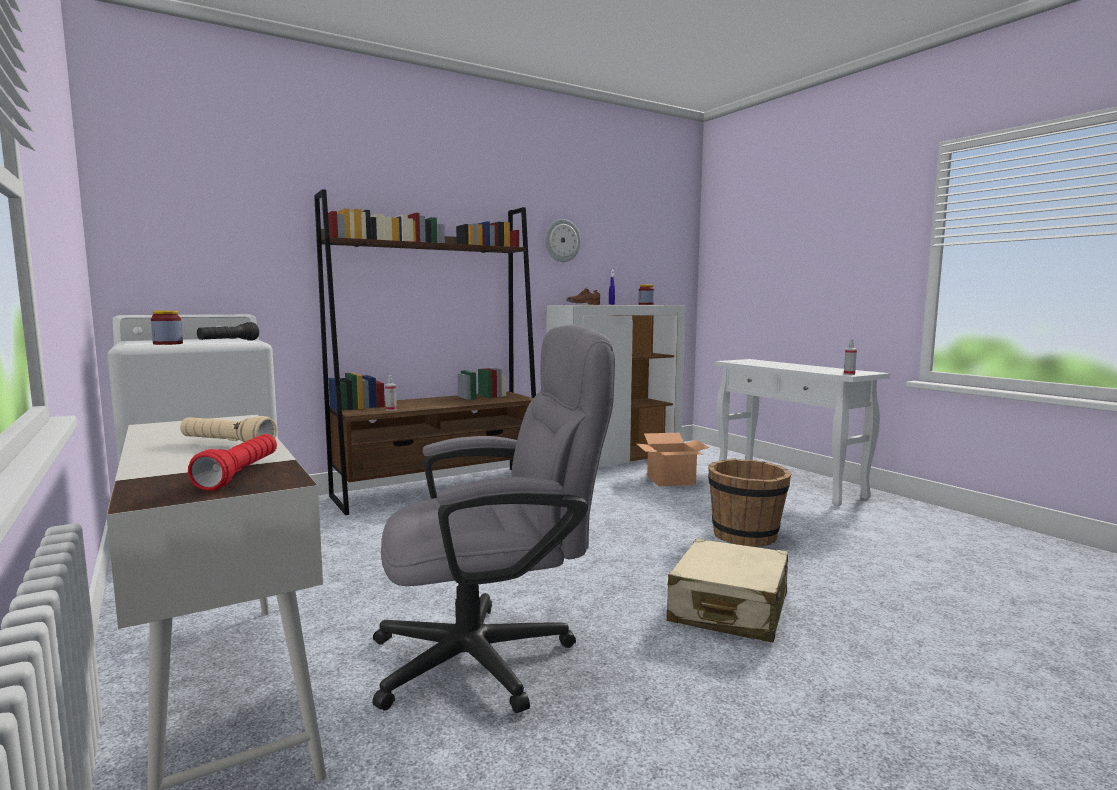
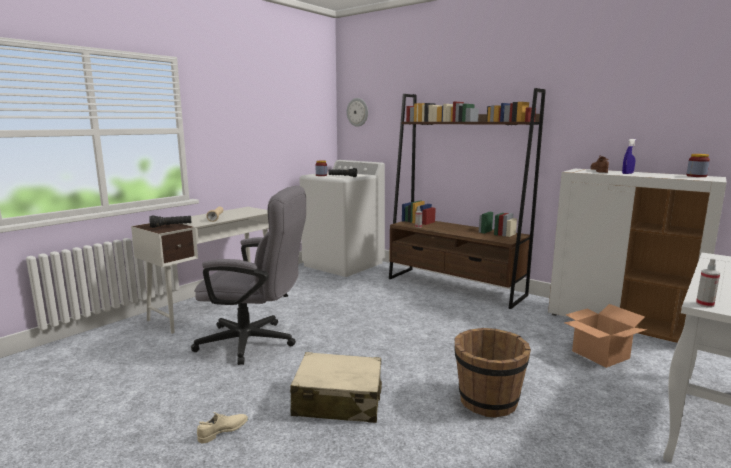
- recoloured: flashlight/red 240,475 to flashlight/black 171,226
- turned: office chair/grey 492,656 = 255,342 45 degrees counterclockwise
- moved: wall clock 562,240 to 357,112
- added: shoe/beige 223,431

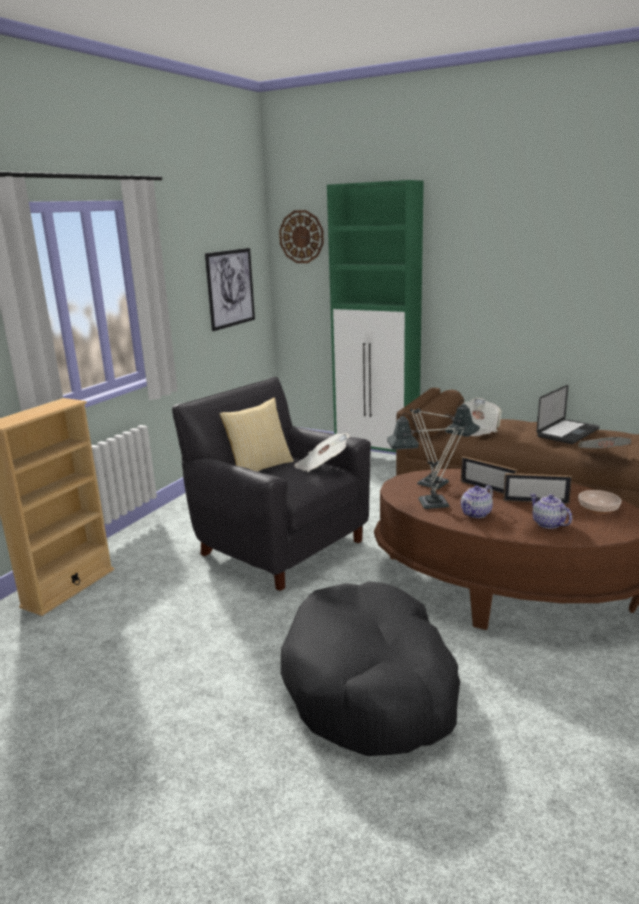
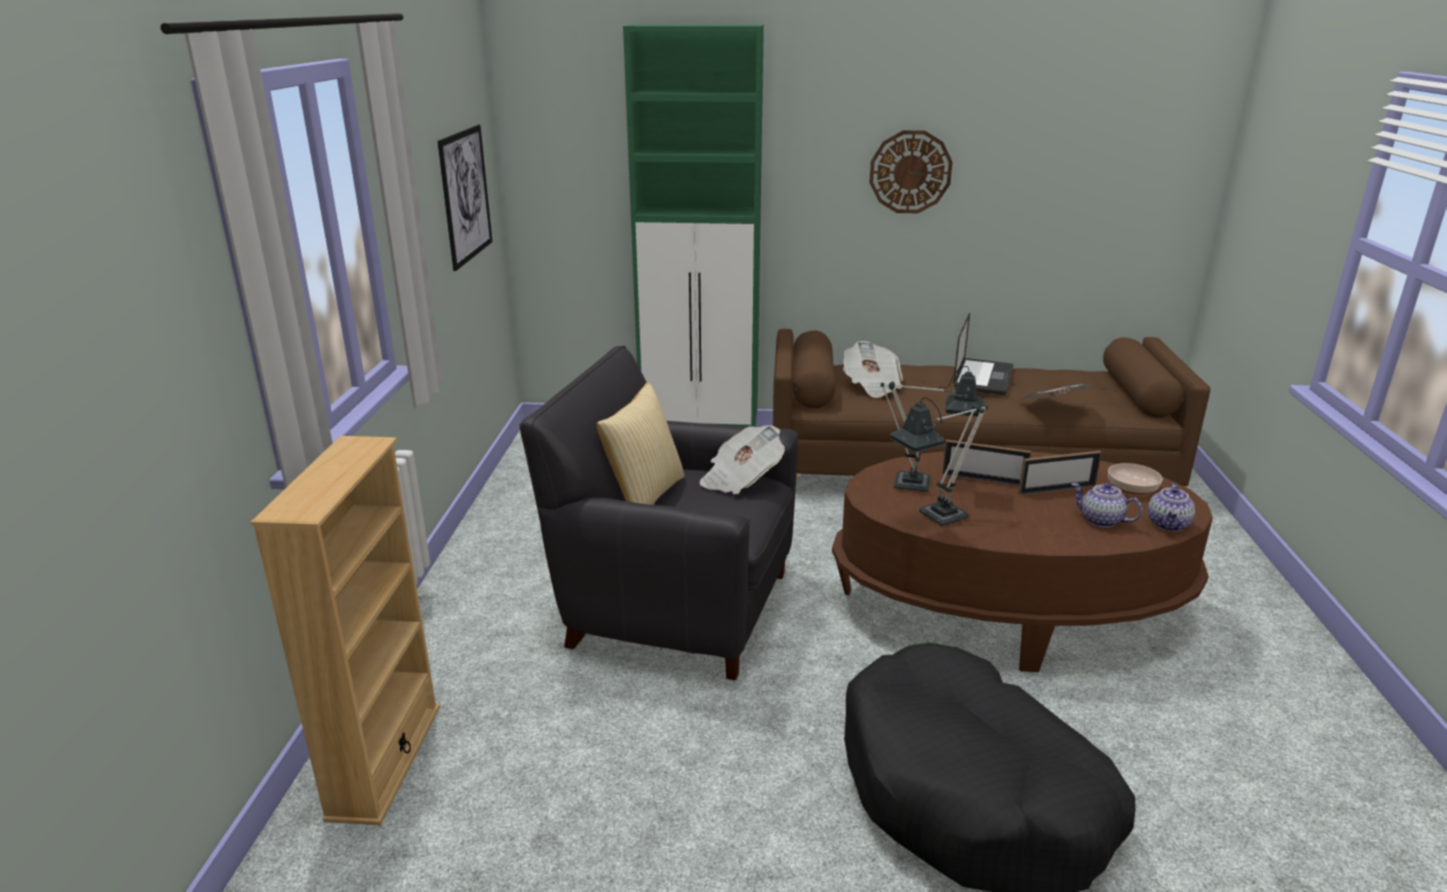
- moved: wall clock 301,236 to 910,172
- moved: teapot 476,514 to 1168,525

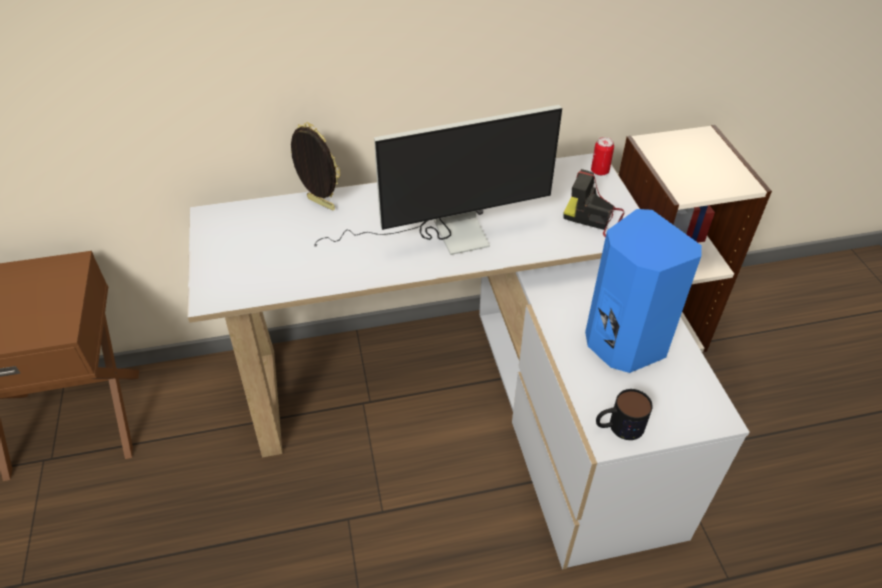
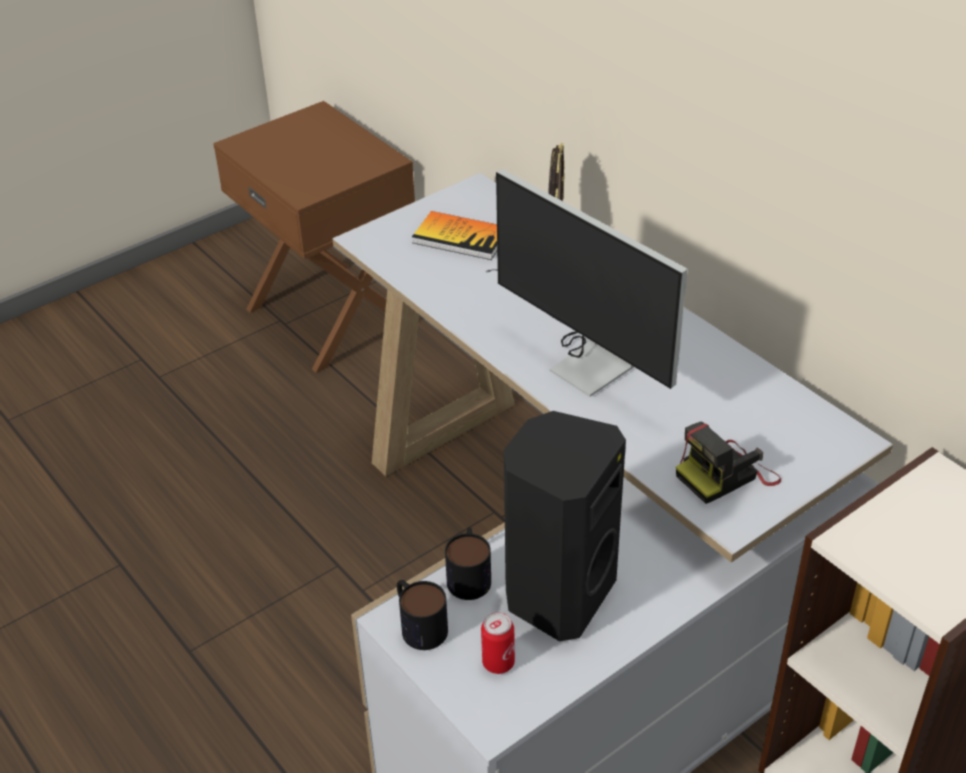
- turned: photo camera 595,219 = 726,474 120 degrees counterclockwise
- recoloured: speaker/blue 621,344 to speaker/black 557,594
- moved: can 599,171 to 498,663
- added: book 461,237
- added: mug 469,574

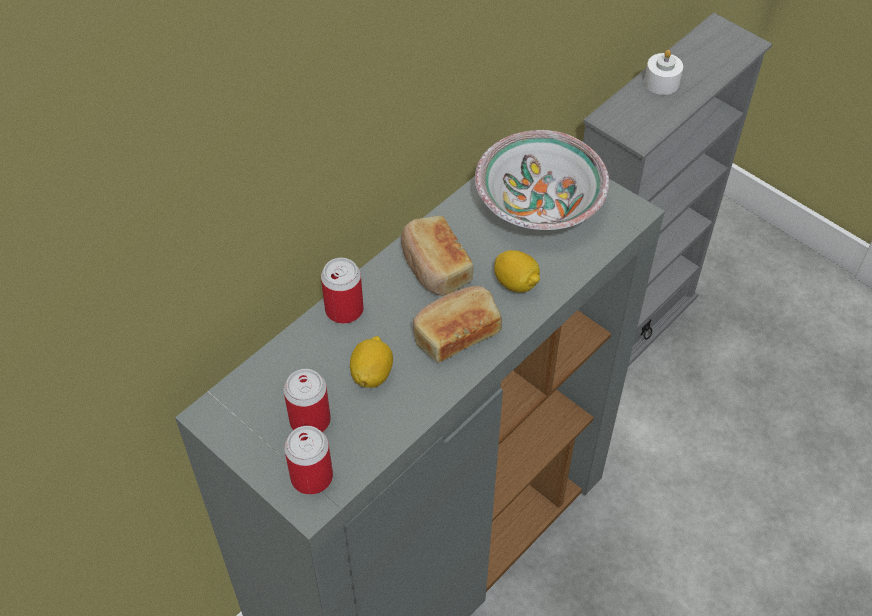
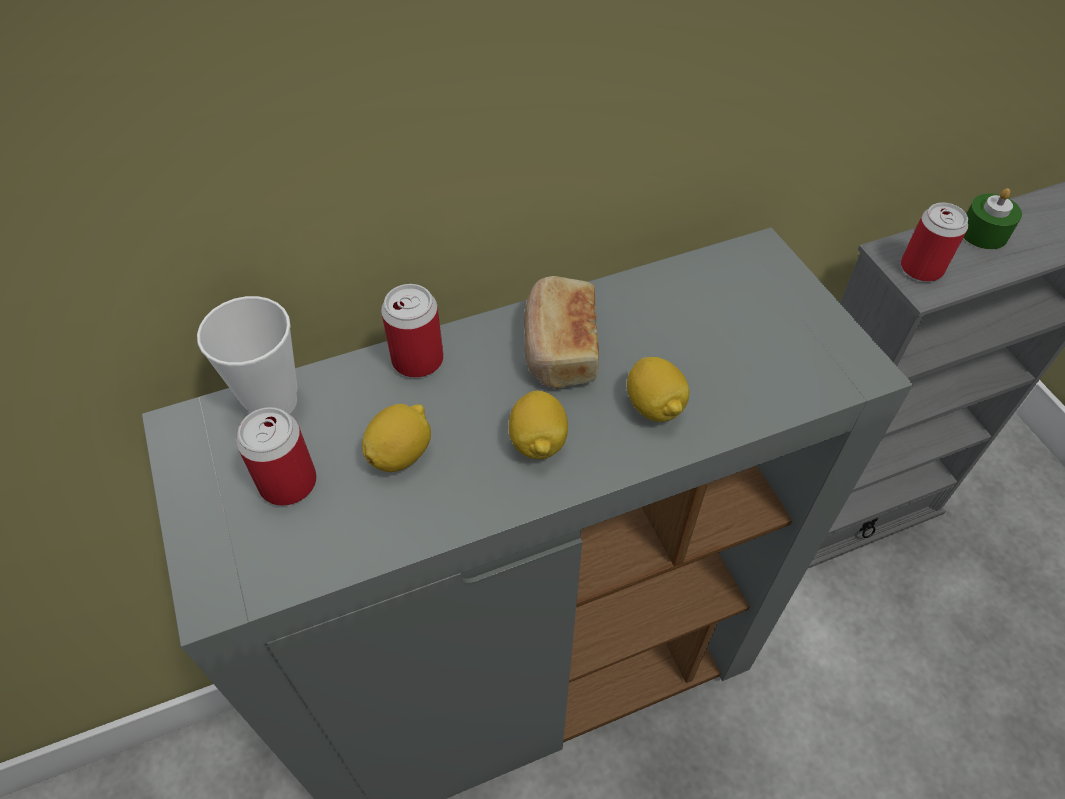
- moved: can 311,477 to 921,268
- replaced: bread 455,333 to lemon 538,441
- removed: bowl 539,202
- recoloured: candle/white 661,82 to candle/green 983,233
- added: cup 272,402

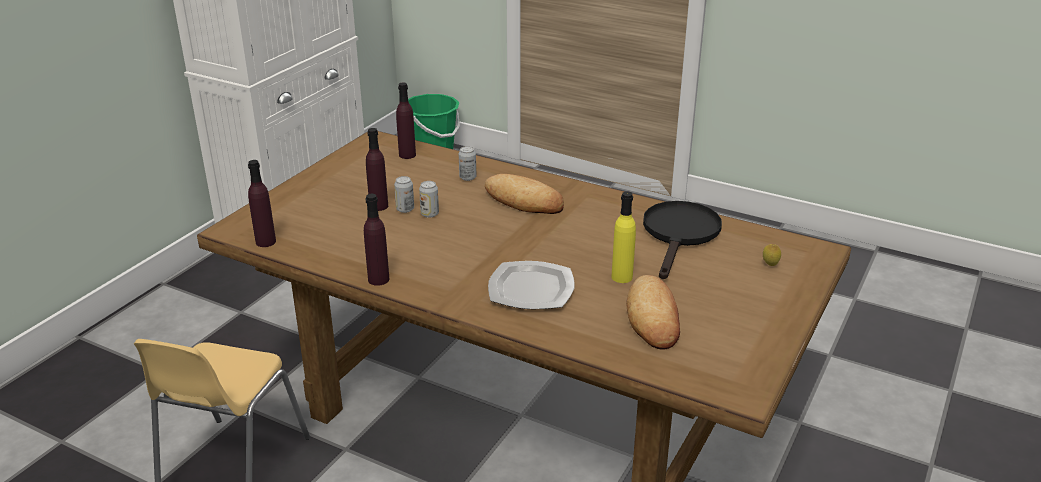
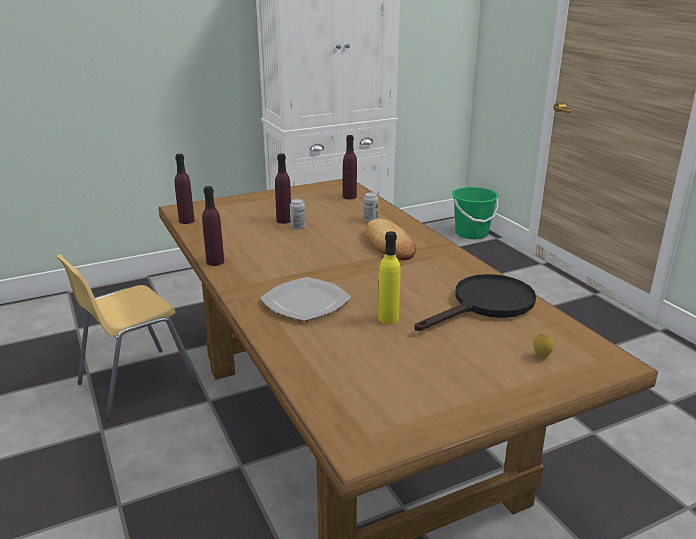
- removed: can 429,214
- removed: bread 653,318

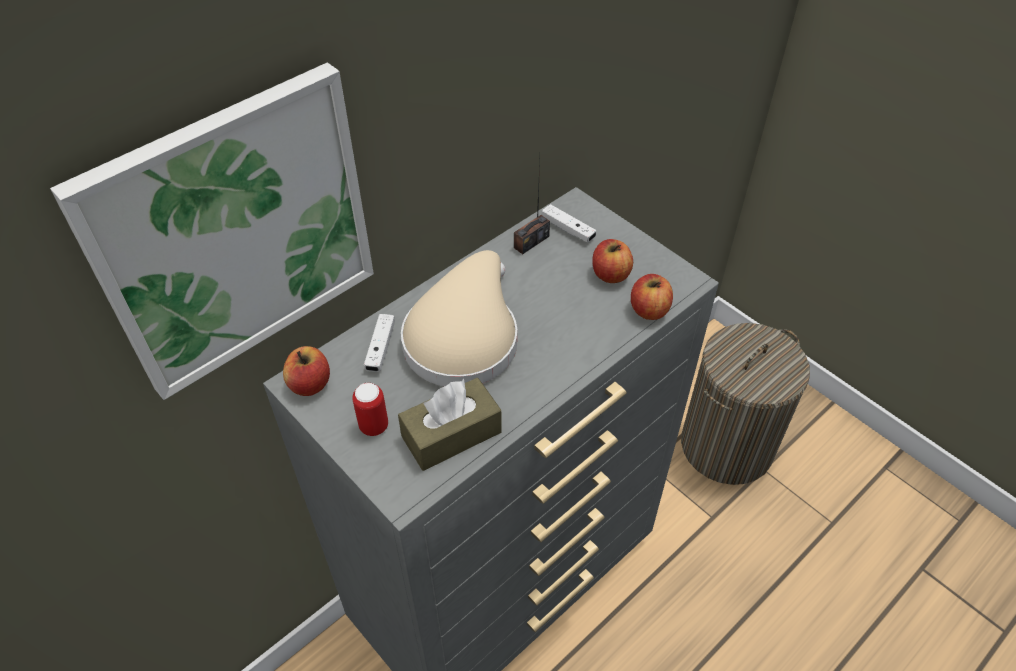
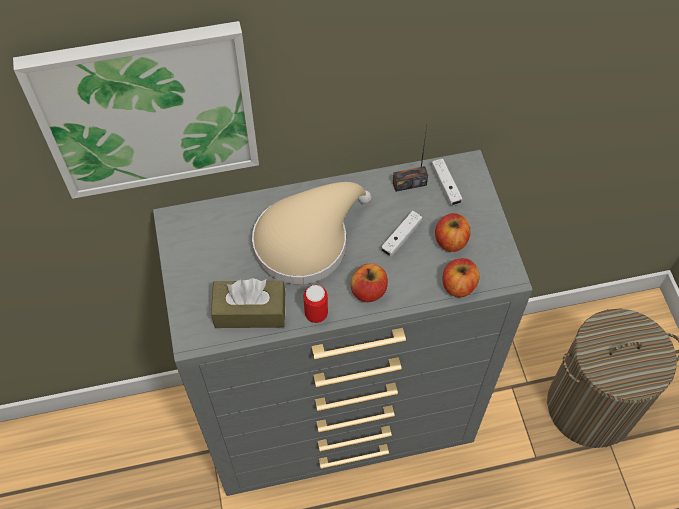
- moved: apple 310,384 to 369,291
- moved: can 374,426 to 316,314
- moved: game controller/white 380,348 to 401,237

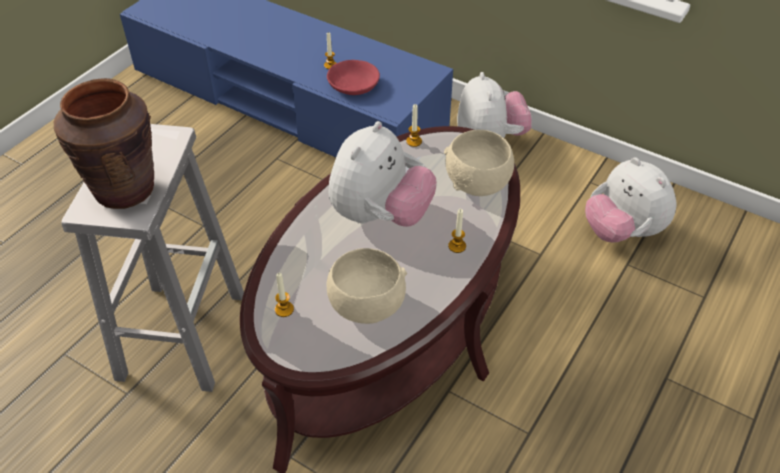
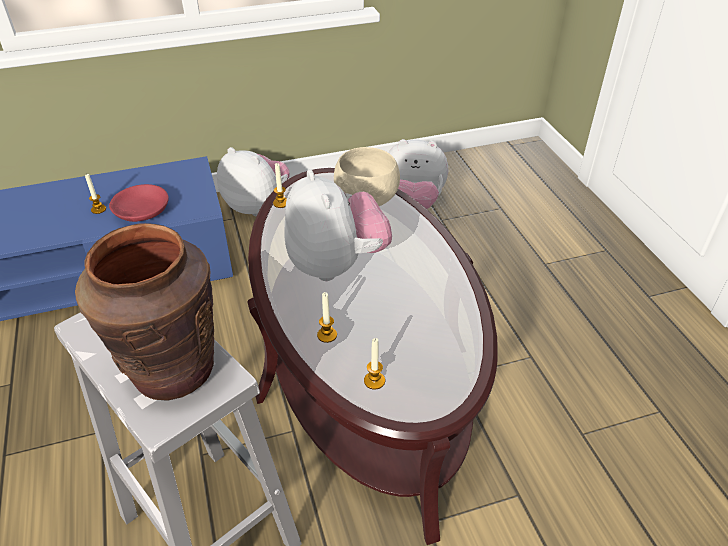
- removed: bowl/beige 365,307
- moved: candle 457,246 to 327,335

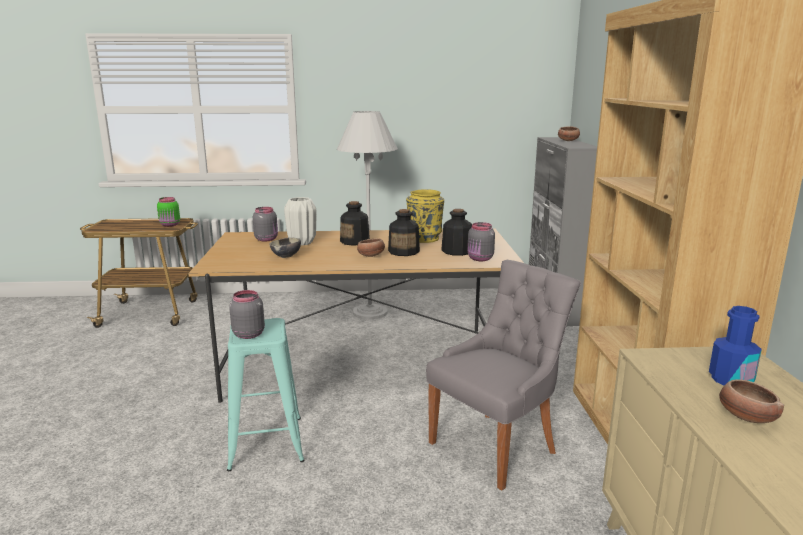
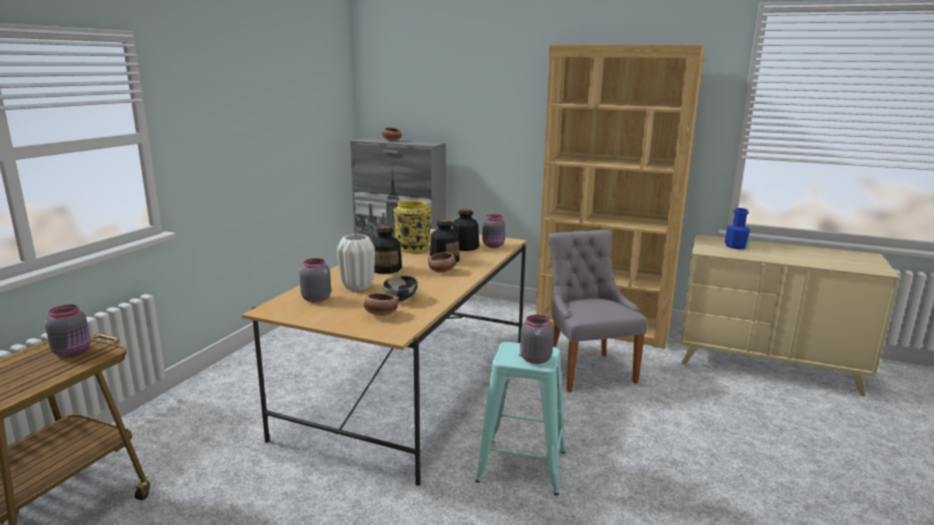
- recoloured: jar/green 170,225 to jar/grey 73,352
- removed: floor lamp/white 370,312
- moved: bowl 745,417 to 380,314

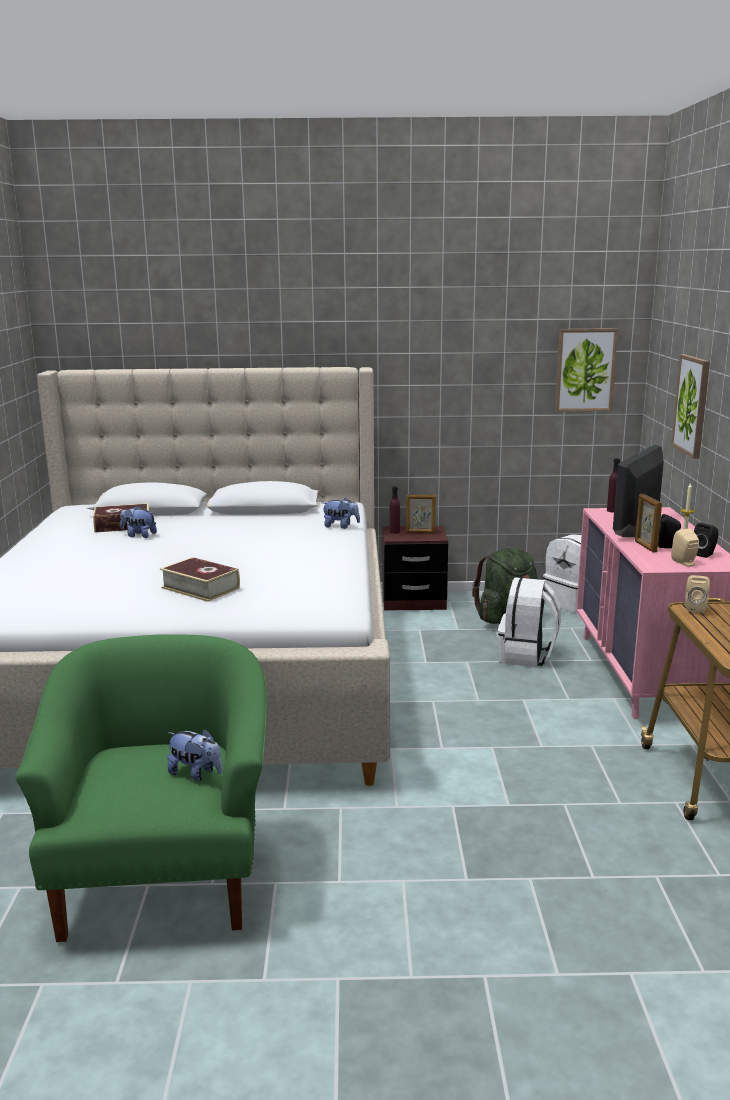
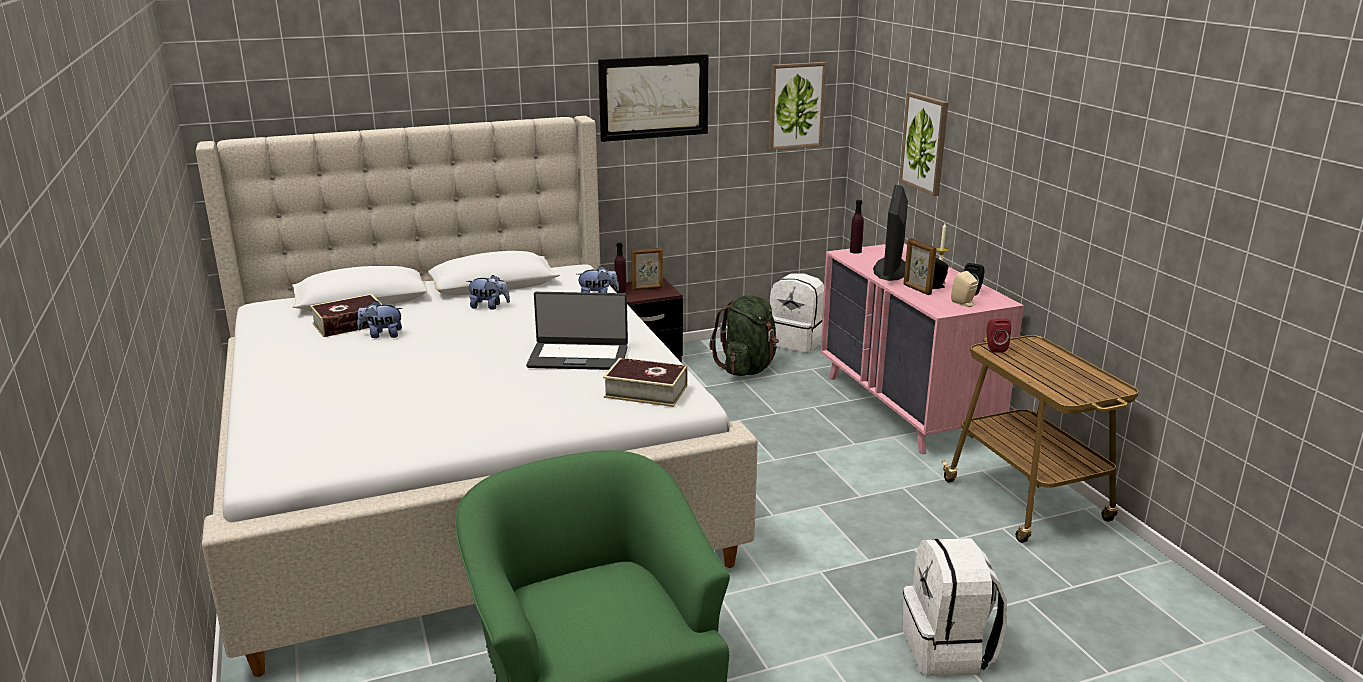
- moved: book 200,588 to 646,391
- moved: plush toy 196,774 to 489,306
- moved: backpack/white 526,656 to 948,650
- recoloured: speaker/beige 694,608 to speaker/red 994,348
- added: laptop 578,356
- added: picture 653,97

